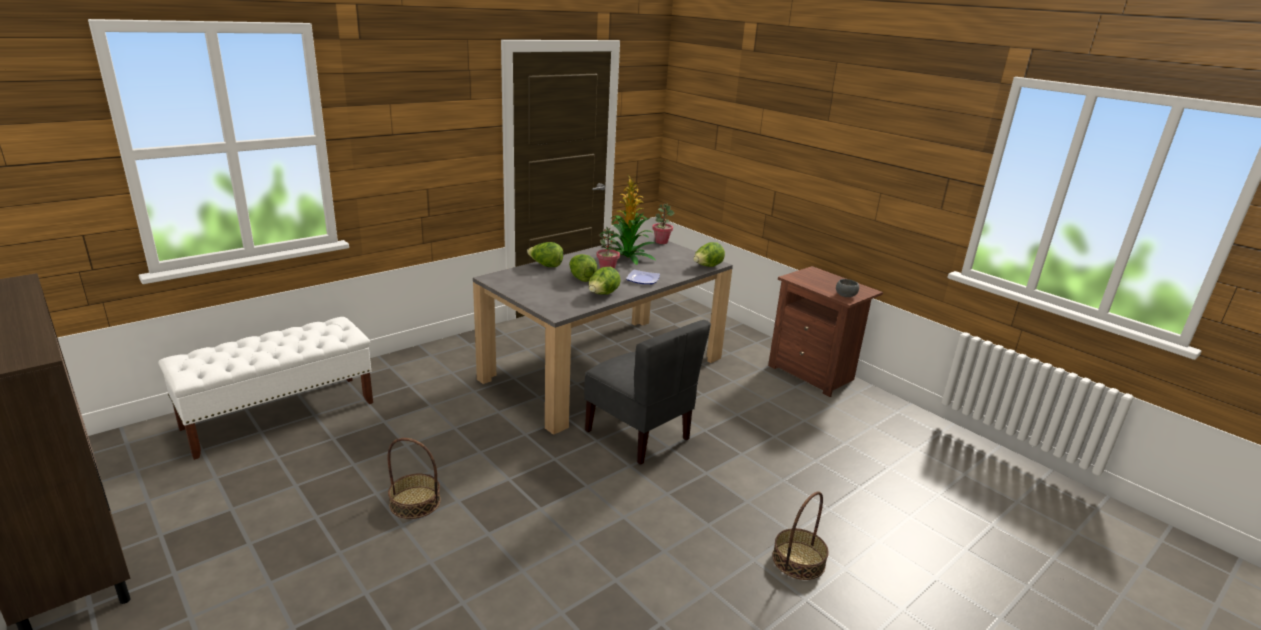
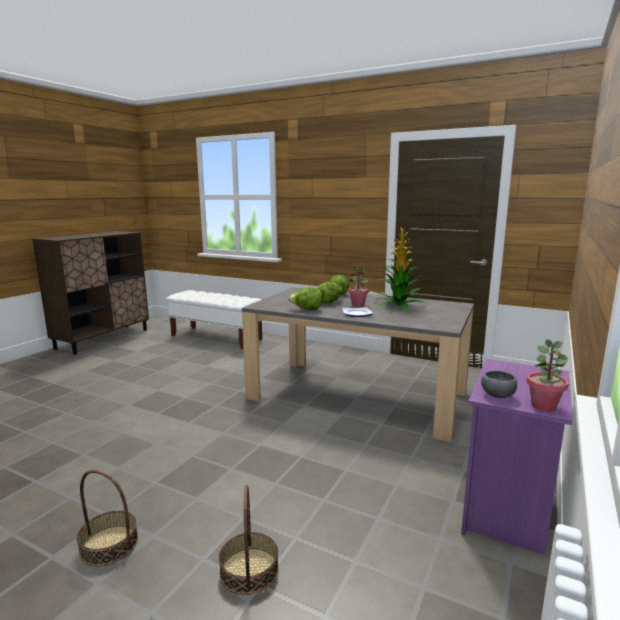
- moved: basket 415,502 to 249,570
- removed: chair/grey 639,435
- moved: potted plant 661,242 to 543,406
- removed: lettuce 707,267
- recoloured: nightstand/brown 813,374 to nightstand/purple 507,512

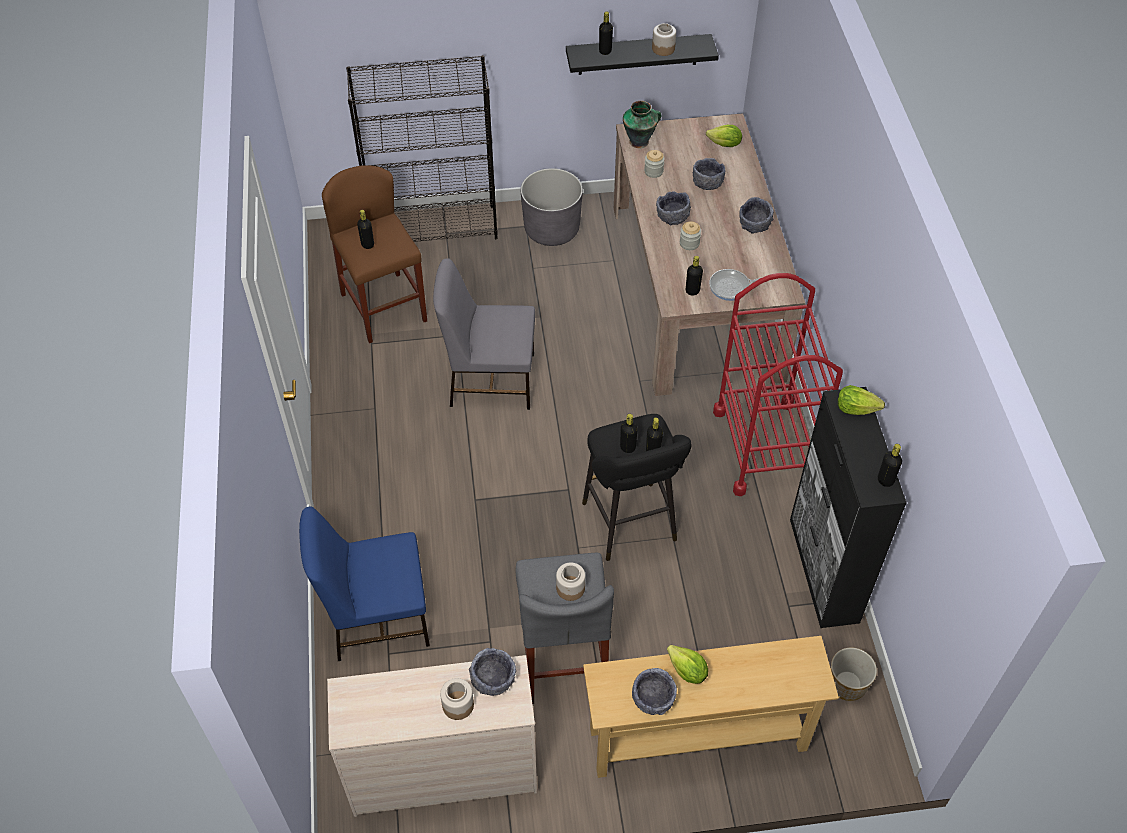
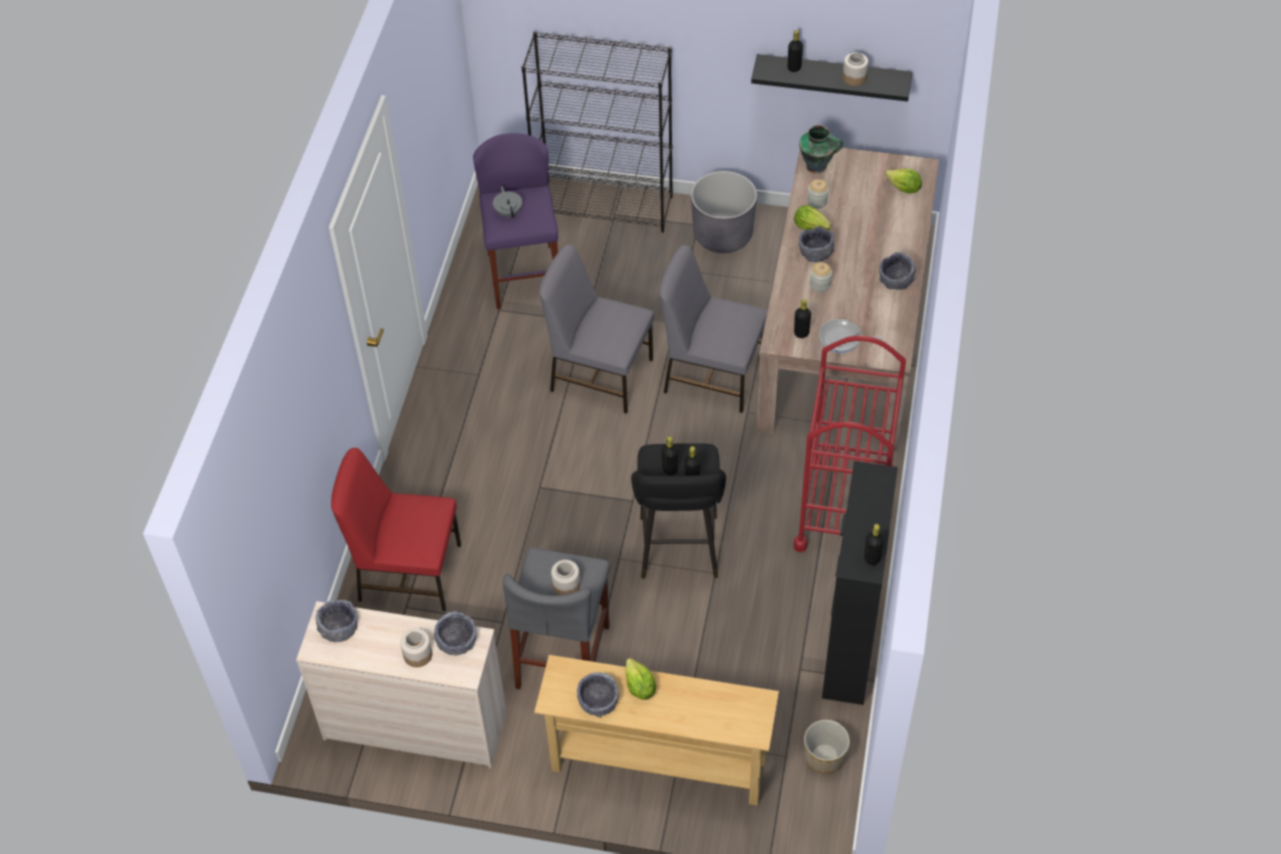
- recoloured: chair/blue 377,616 to chair/red 408,571
- recoloured: stool/brown 384,307 to stool/purple 524,277
- replaced: bottle/black 367,244 to teapot/grey 508,212
- moved: bowl/grey 707,182 to 339,628
- moved: lettuce 855,408 to 810,227
- added: chair/grey 712,374

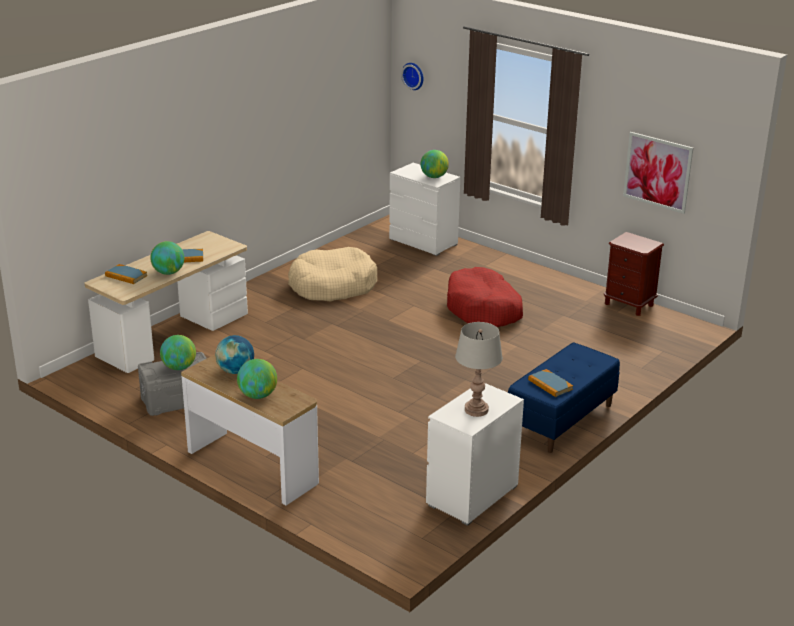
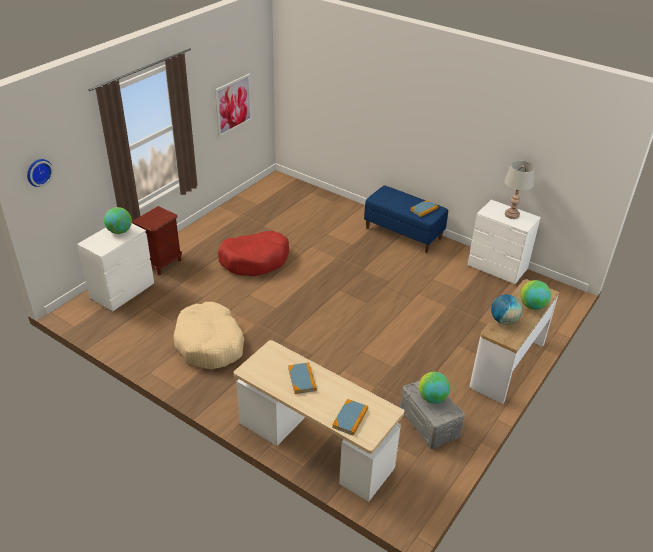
- removed: globe 168,273
- moved: nightstand/brown 629,304 to 162,263

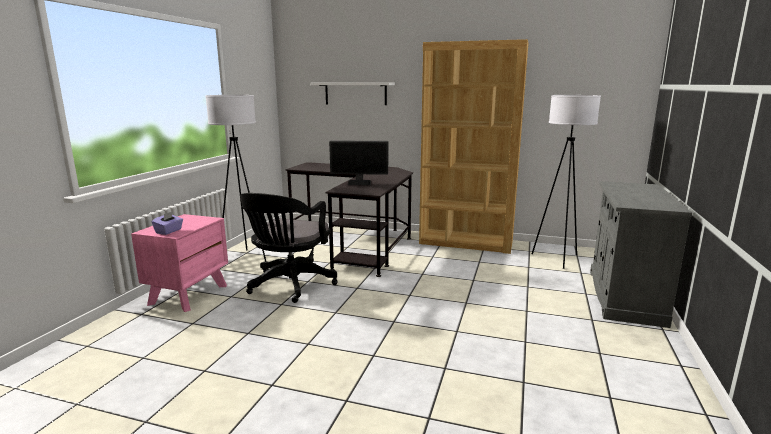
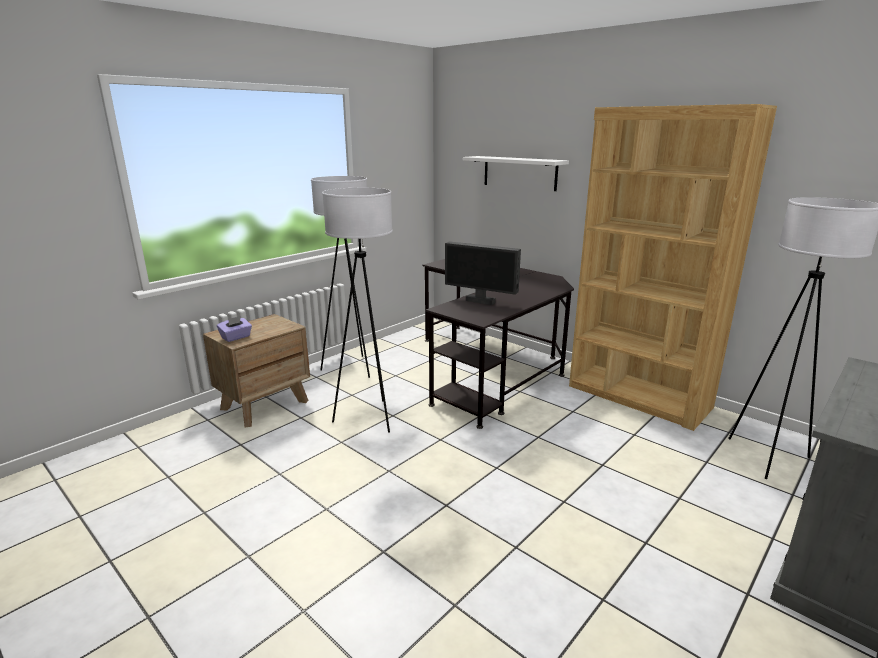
- recoloured: nightstand/pink 189,294 to nightstand/brown 265,404
- replaced: office chair/black 289,285 to floor lamp/white 369,417

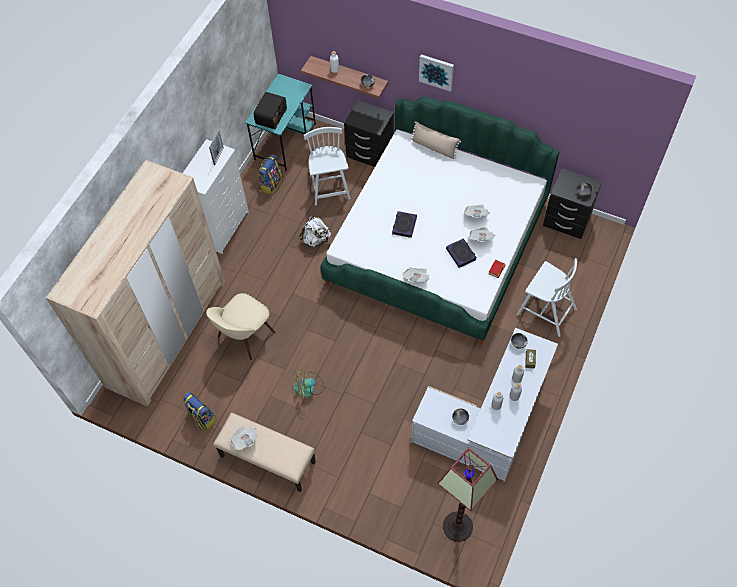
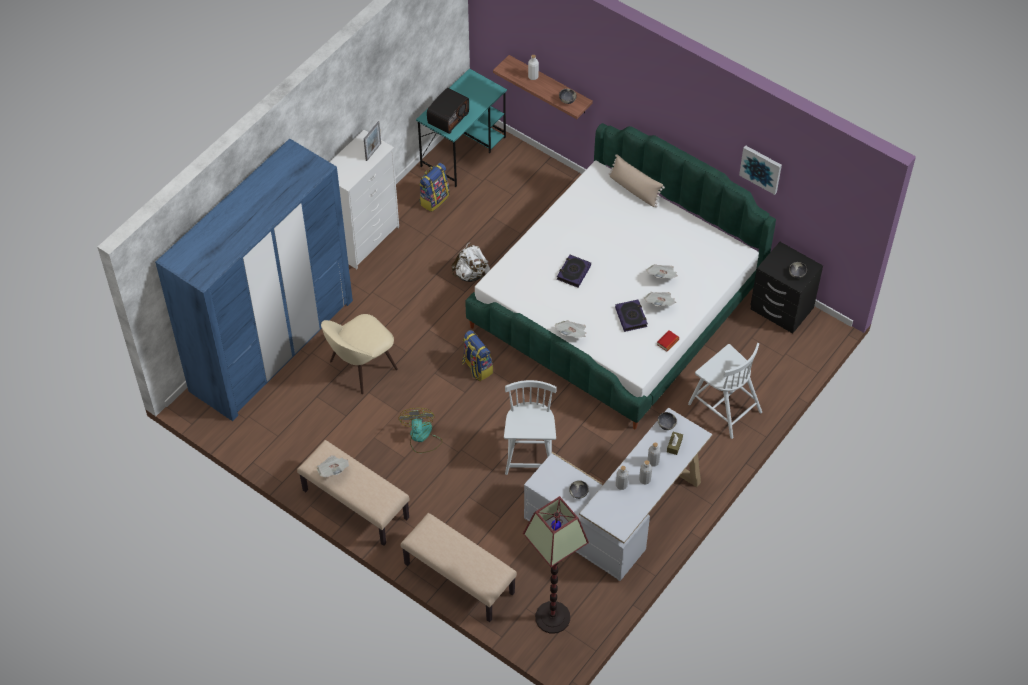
- recoloured: wardrobe/beige 167,332 to wardrobe/blue 272,345
- moved: backpack 202,418 to 476,367
- turned: fan 309,387 = 421,437 90 degrees clockwise
- moved: chair/white 329,186 to 530,451
- removed: nightstand/black 370,153
- moved: picture 436,72 to 761,169
- added: bench/beige 458,579

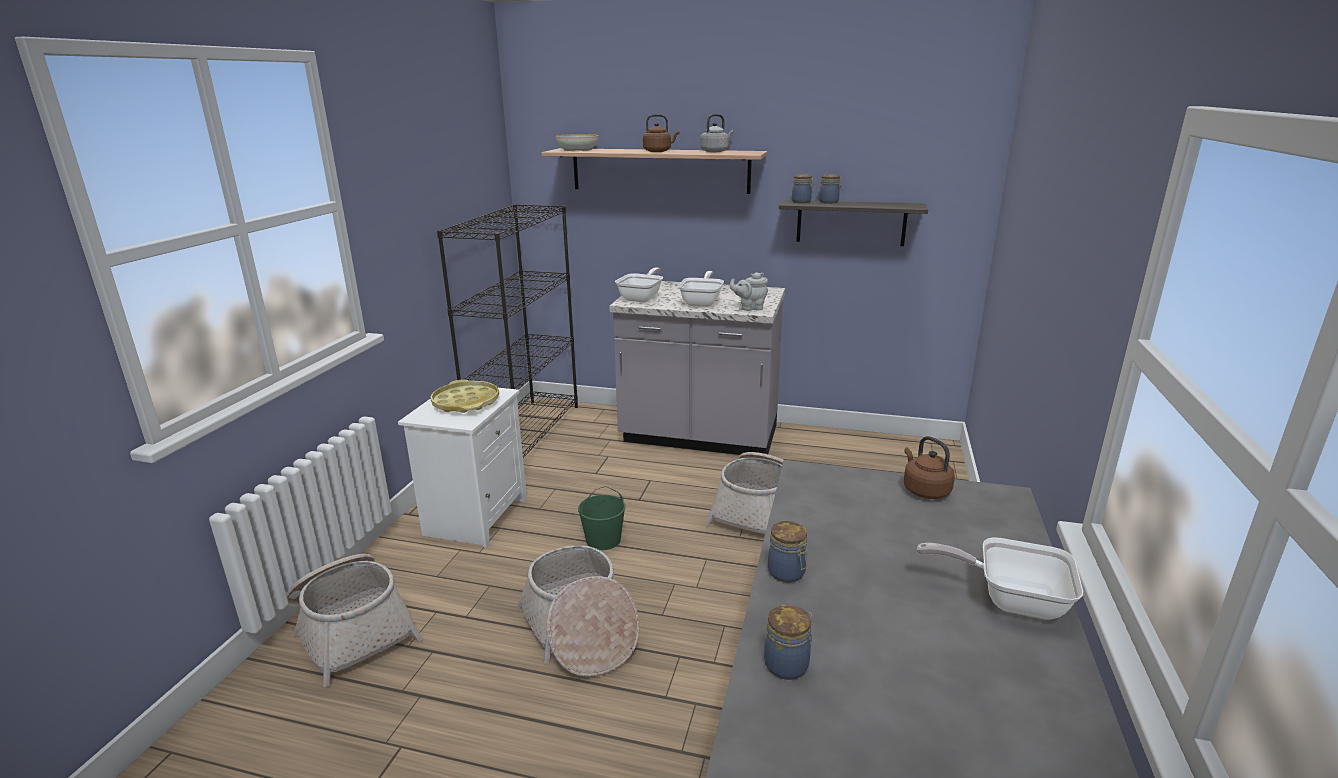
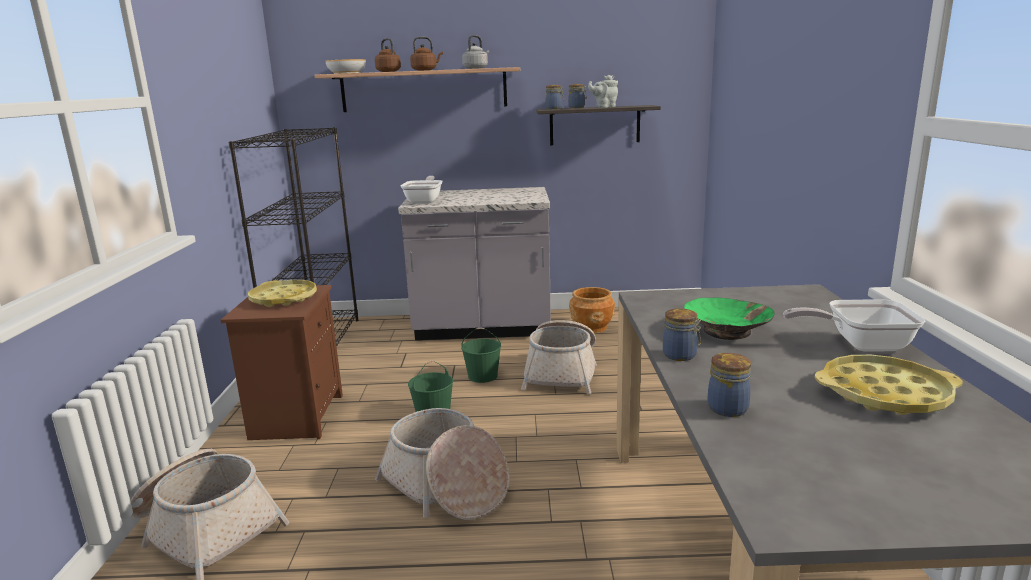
- recoloured: nightstand/white 475,516 to nightstand/brown 296,416
- removed: frying pan 702,302
- moved: teapot/grey 750,308 to 604,107
- moved: kettle/brown 924,490 to 387,71
- added: bucket/green 482,376
- added: planter/brown 592,327
- added: bowl/green 727,331
- added: tray/yellow 885,394

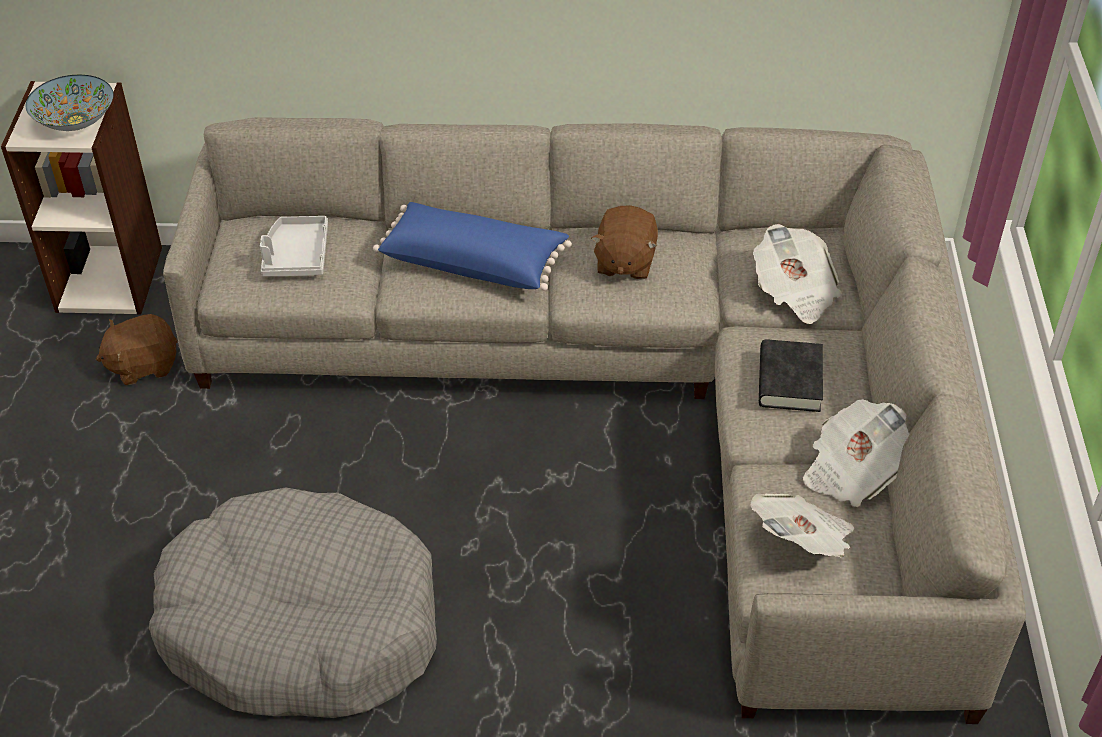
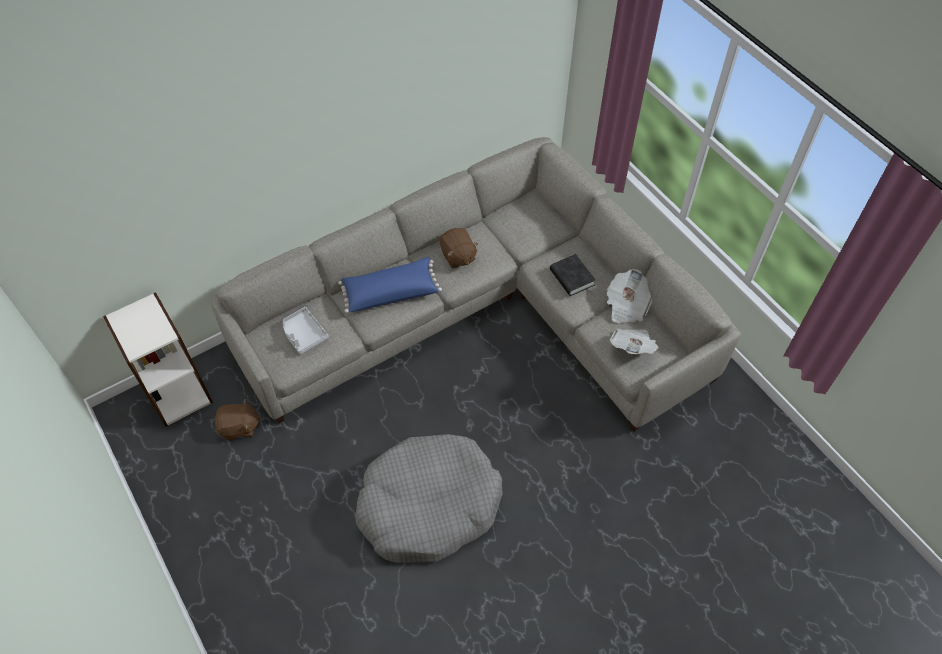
- removed: bowl 75,121
- turned: plush toy/brown 143,365 = 239,427 135 degrees counterclockwise
- removed: newspaper 794,292

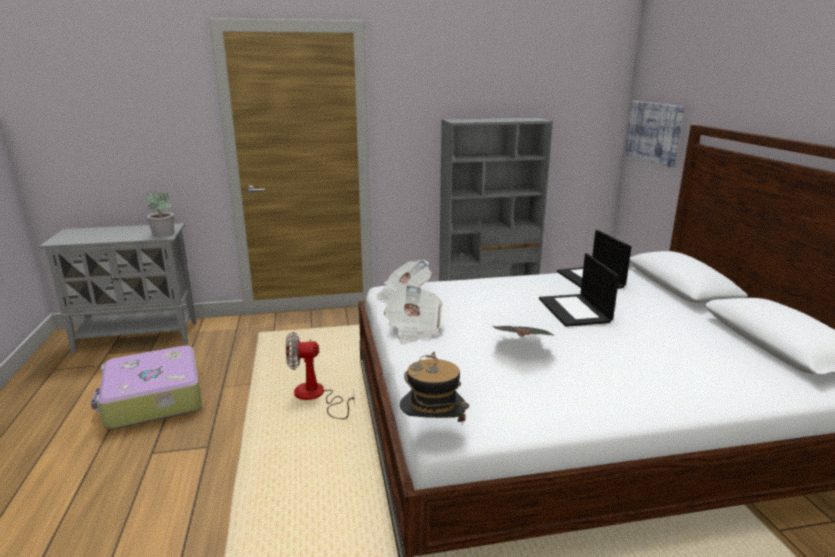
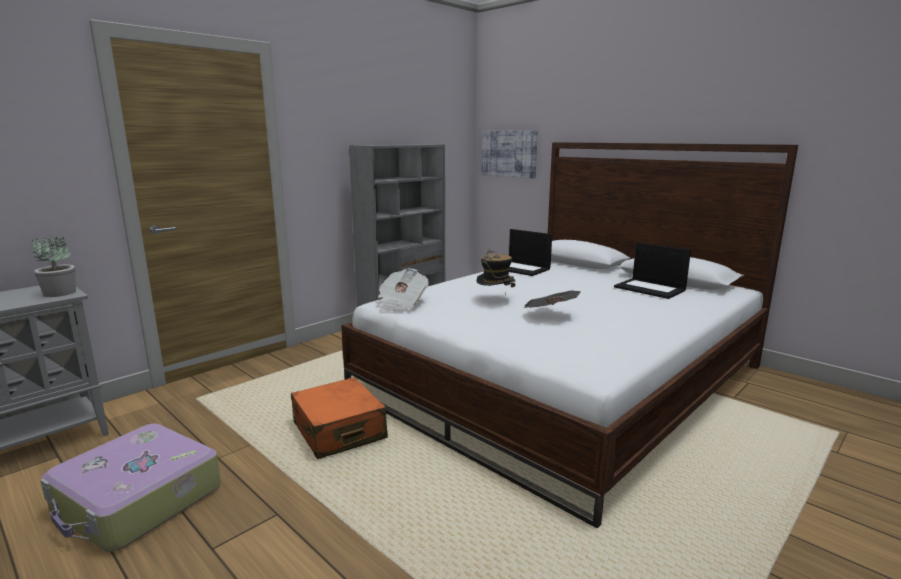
- replaced: fan 316,396 to suitcase/orange 339,431
- removed: newspaper 413,328
- moved: hat 432,432 to 495,300
- moved: laptop 575,310 to 650,288

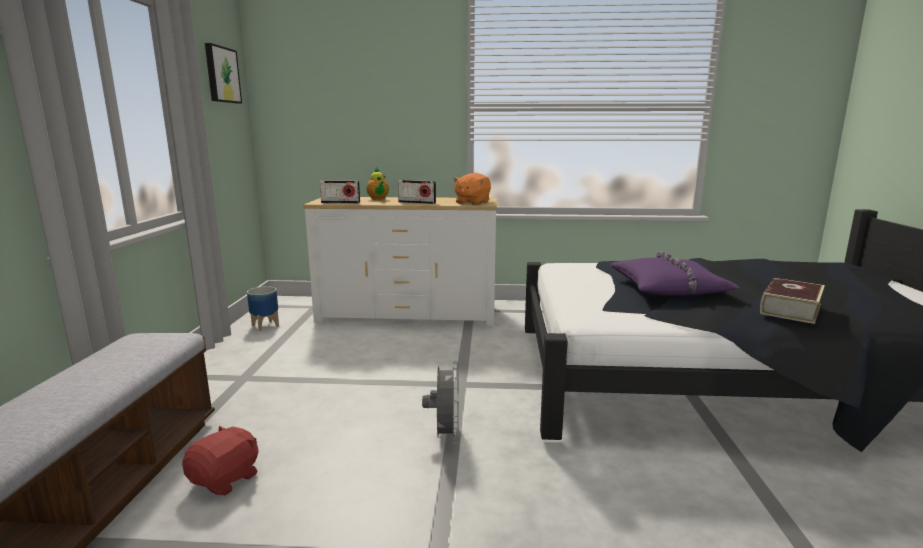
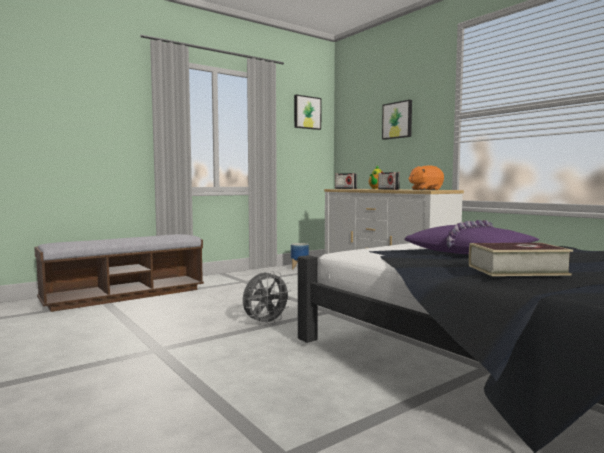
- removed: plush toy/red 226,479
- added: picture 397,120

